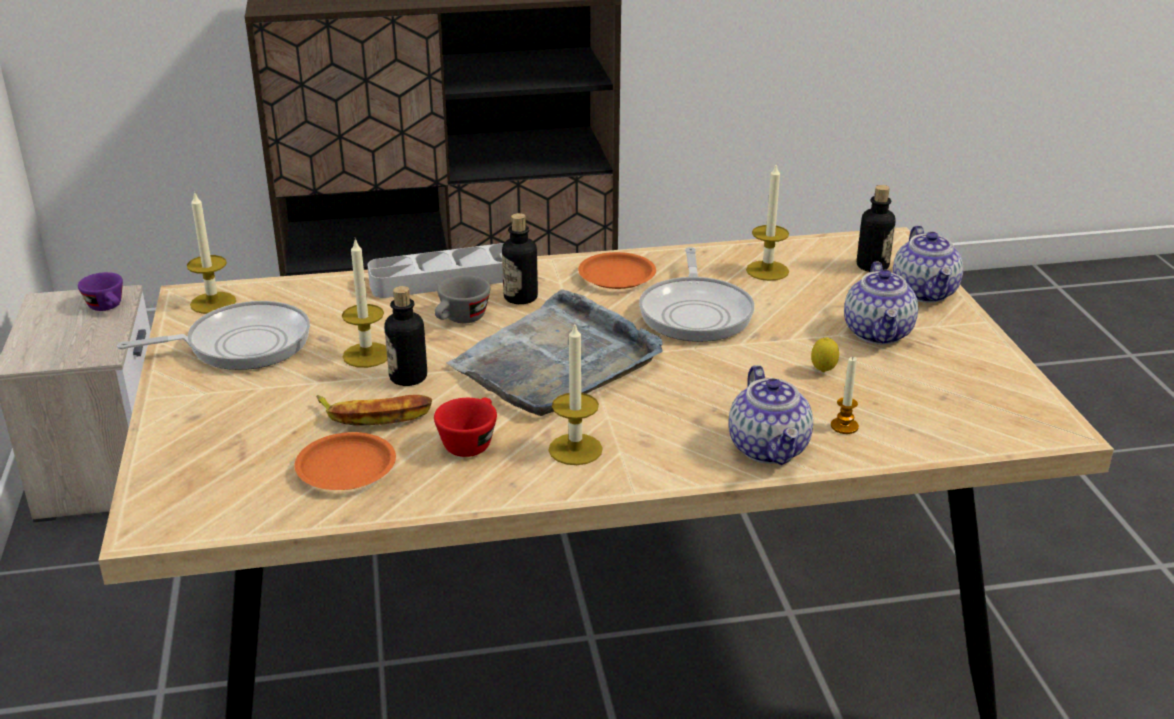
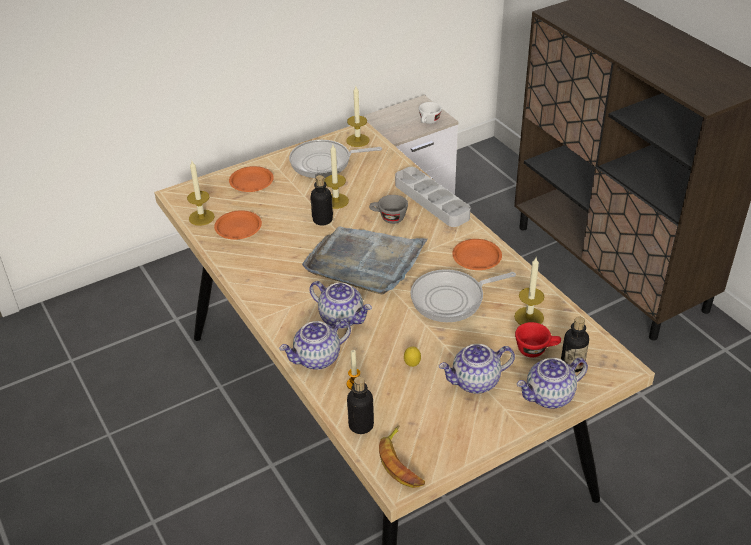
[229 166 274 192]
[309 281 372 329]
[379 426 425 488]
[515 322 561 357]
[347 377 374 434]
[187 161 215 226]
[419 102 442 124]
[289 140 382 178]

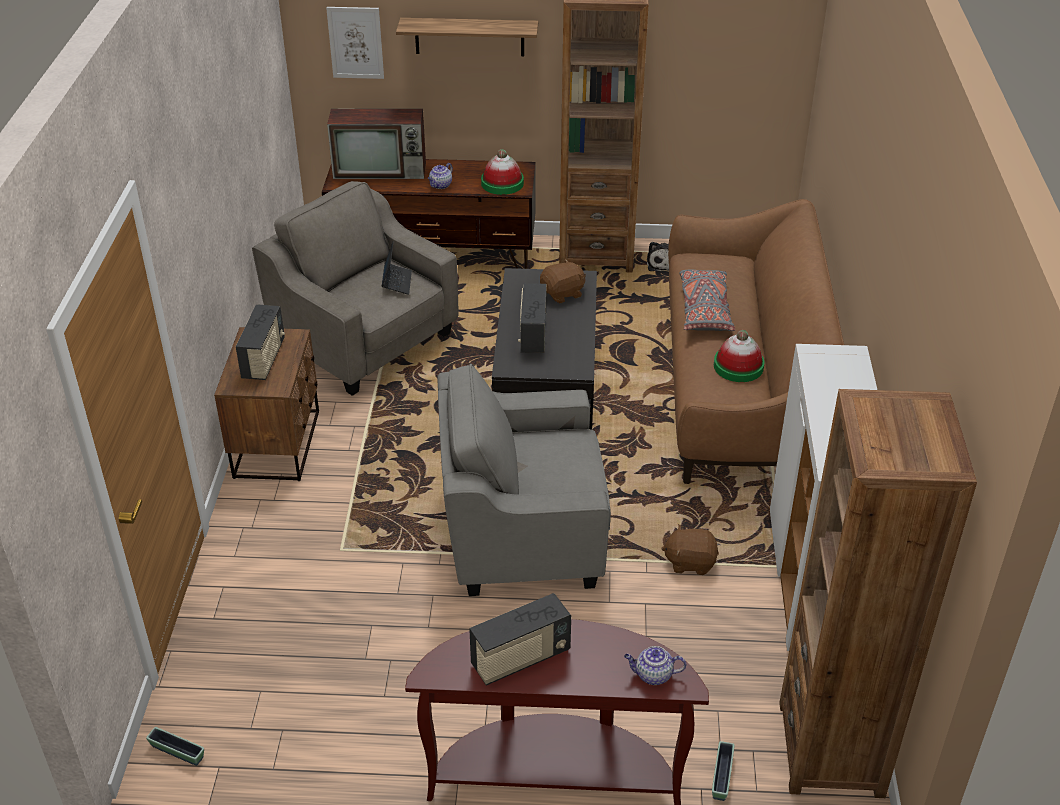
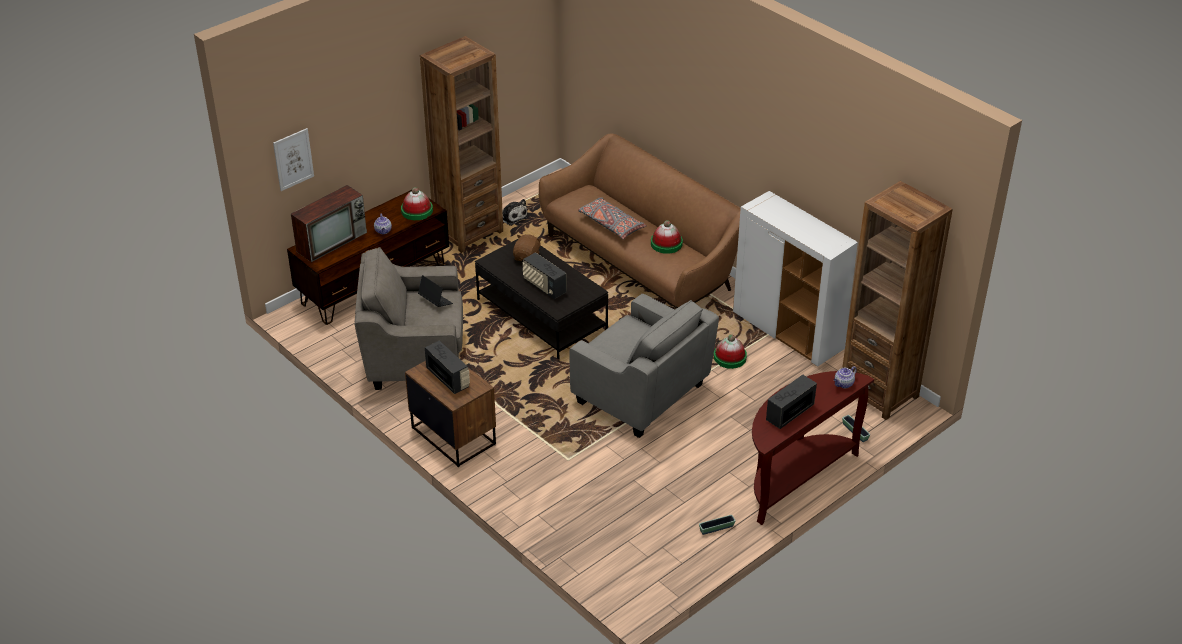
[396 18 538 56] (first image)
[699 515 736 535]
[714 334 747 369]
[569 294 719 438]
[766 375 817 429]

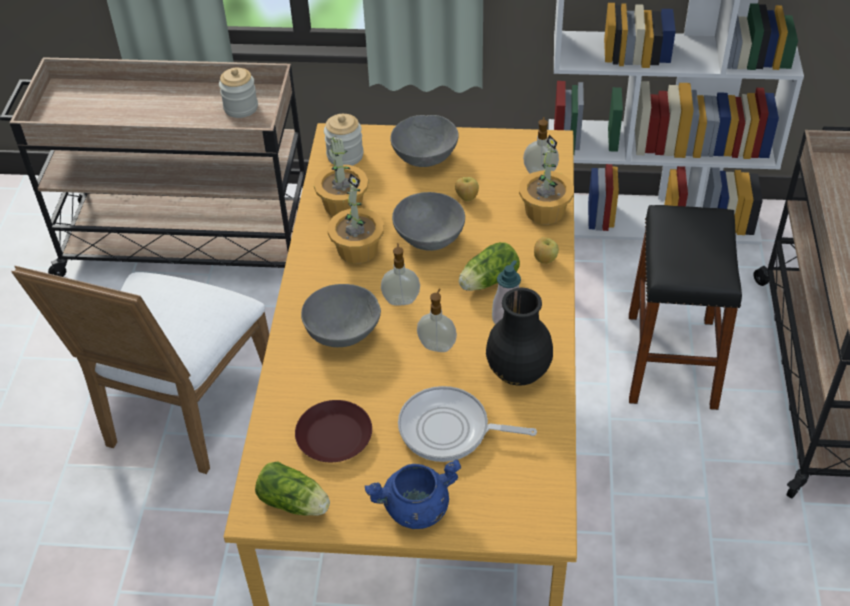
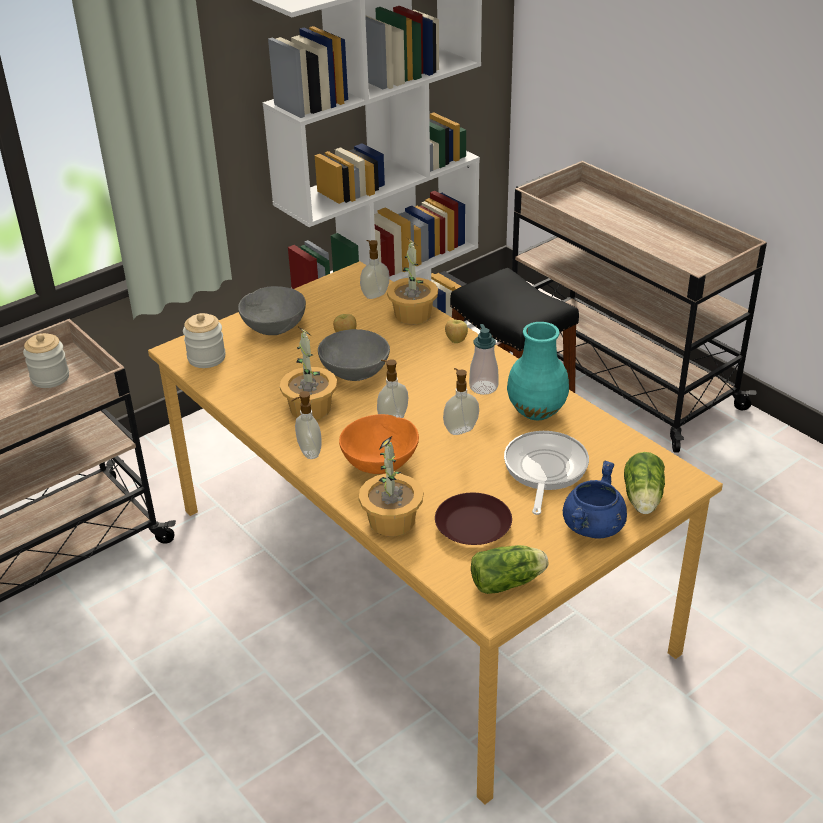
[11 266 269 474] (first image)
[291 391 322 459]
[359 436 423 536]
[624 452 665 514]
[339 414 419 474]
[507 322 569 420]
[504 431 589 515]

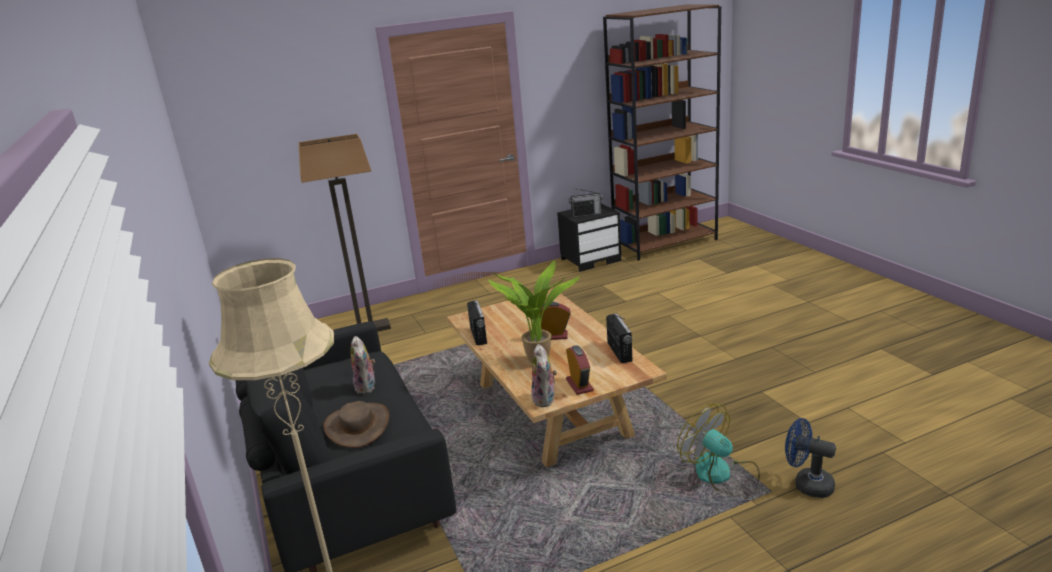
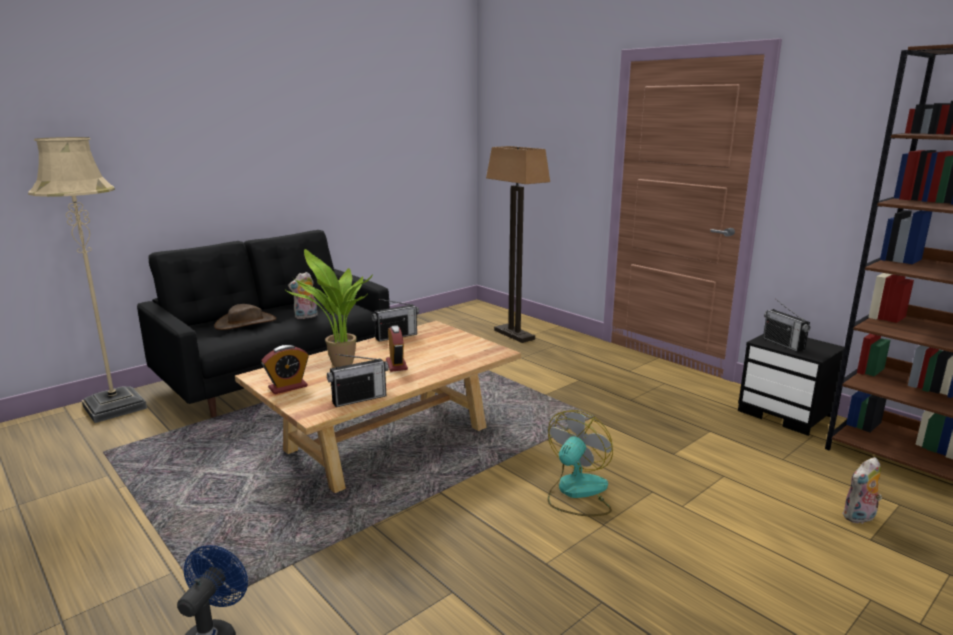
[842 457 882 524]
[548 410 613 516]

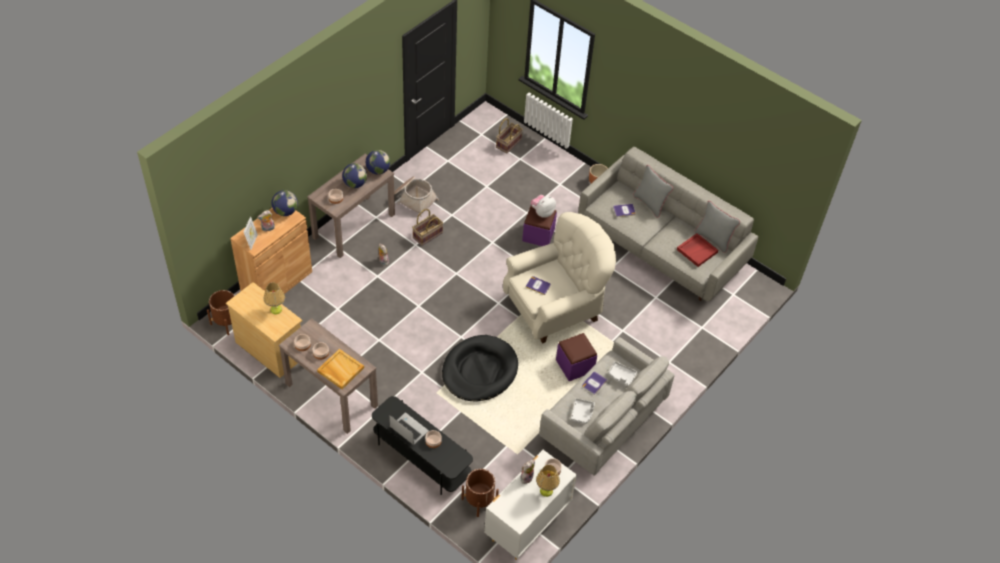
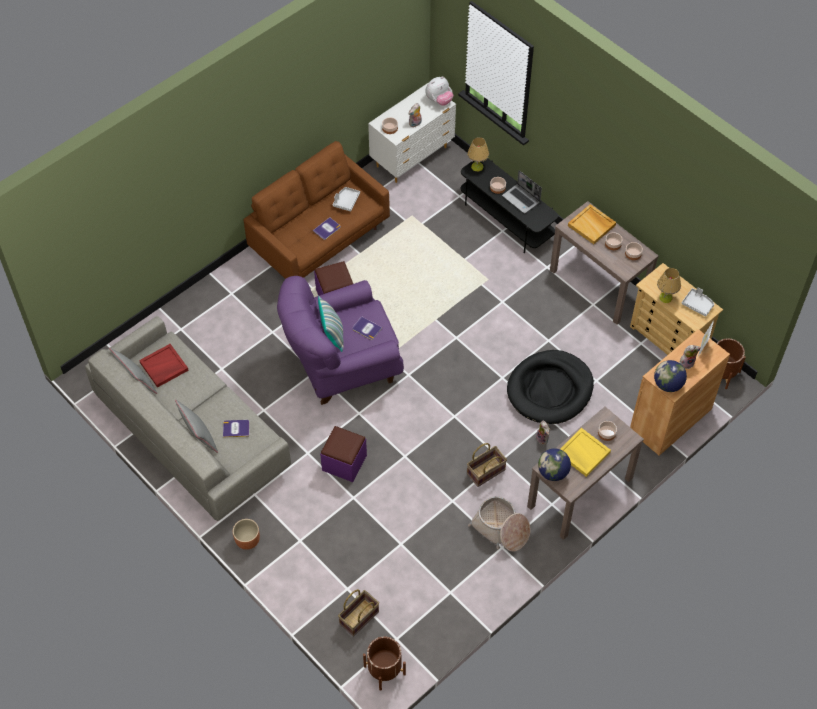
[318 296 344 352]
[507 350 594 424]
[363 637 406 691]
[425 76 453 106]
[468 137 489 172]
[681 287 714 317]
[560 428 611 477]
[277 276 404 405]
[243 141 390 279]

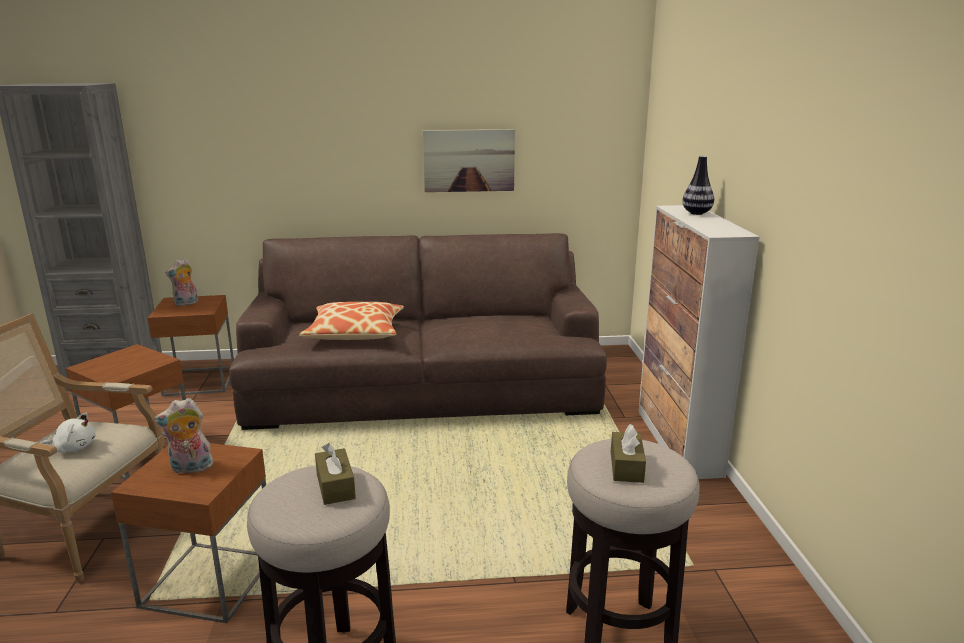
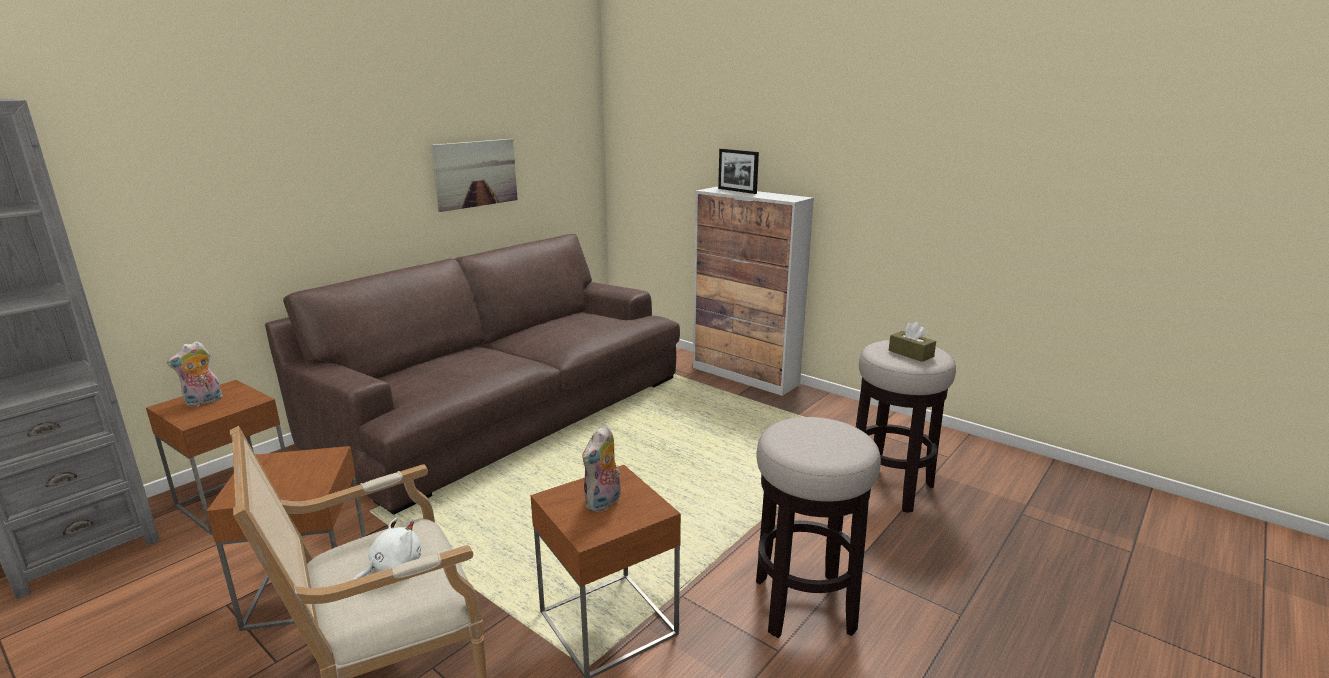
[299 302 404 340] (first image)
[315 443 356 505] (first image)
[718 149 759 194]
[167 341 222 407]

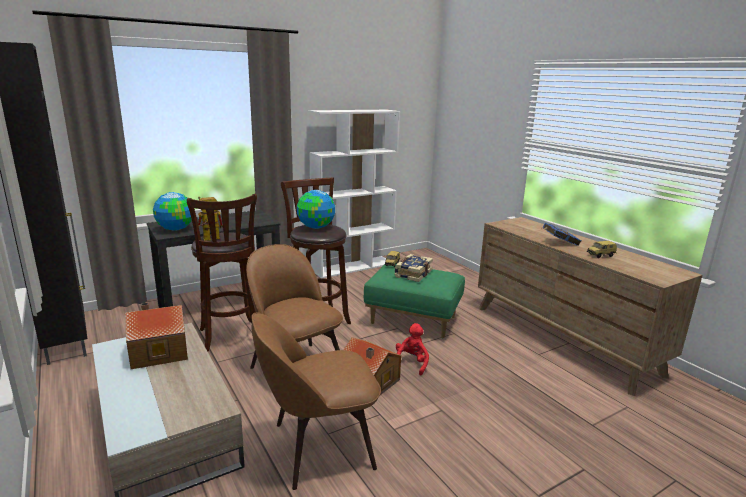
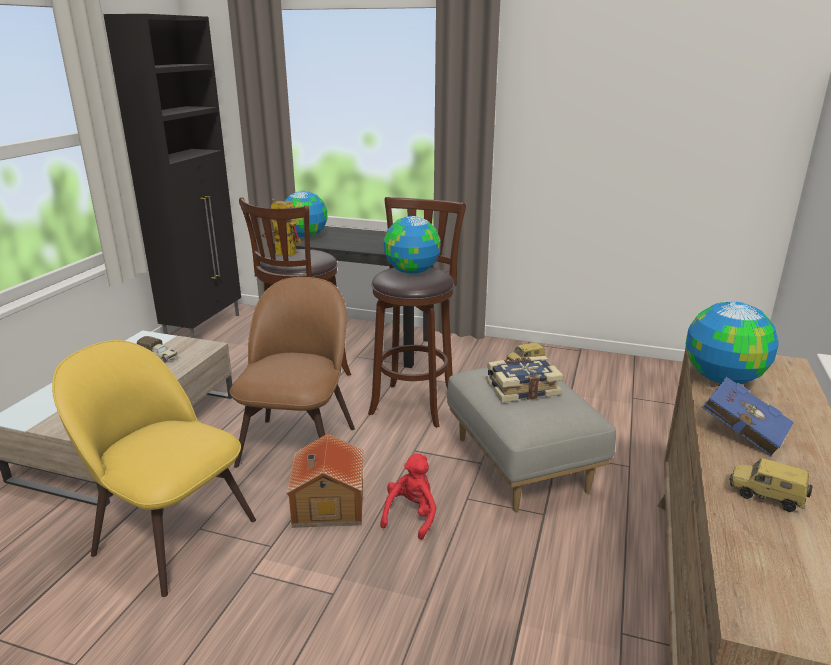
[309 110 400 279] (first image)
[686 302 779 384]
[137 336 178 362]
[52 340 256 597]
[447 367 616 512]
[380 453 436 540]

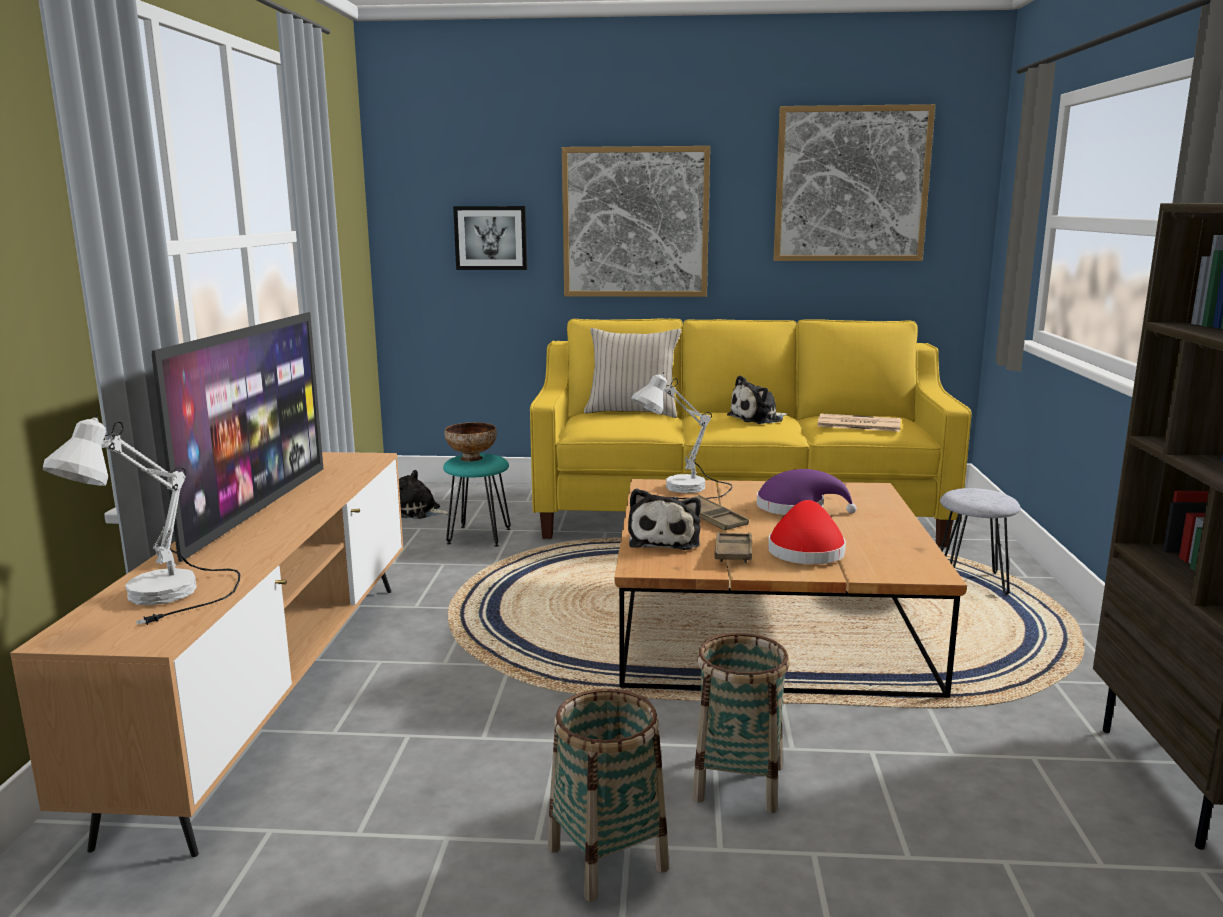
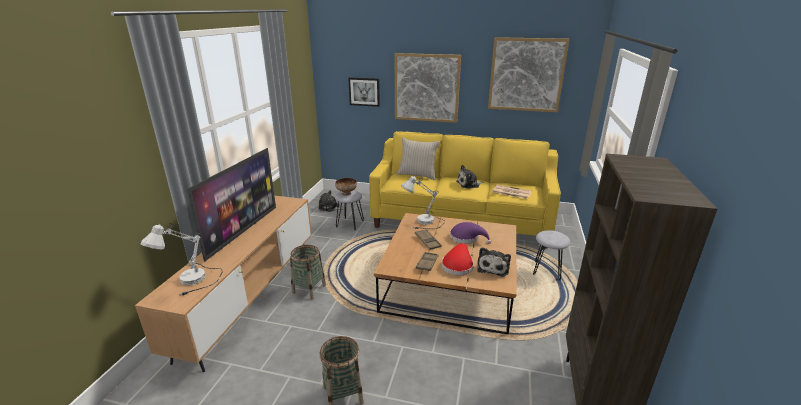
[477 247 511 277]
[290 245 326 299]
[335 190 364 230]

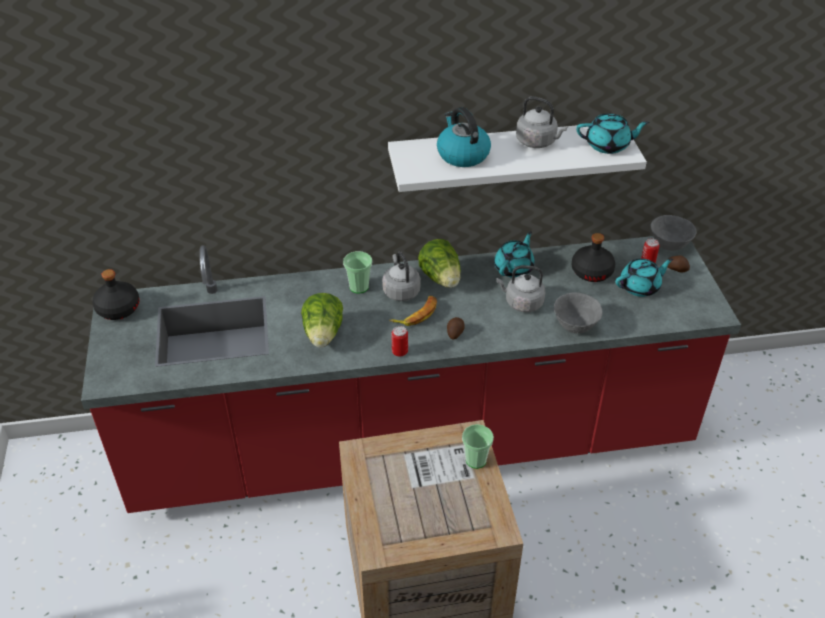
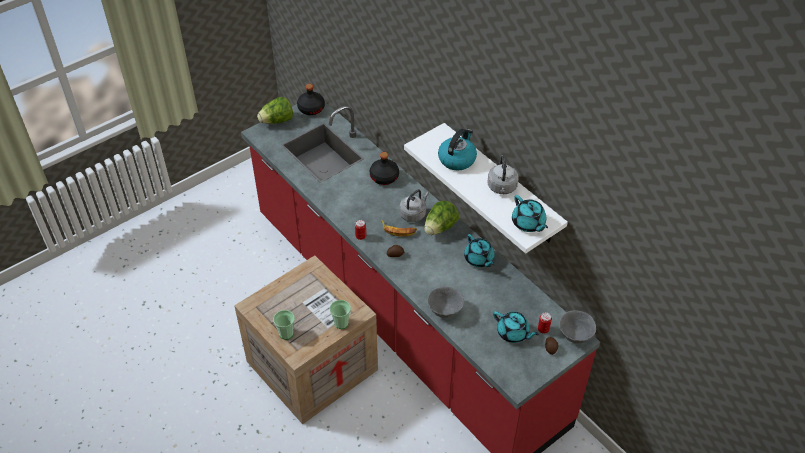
[497 265 545 312] (first image)
[257 97 293 124]
[273 310 295 340]
[370 152 399 185]
[464 234 495 267]

